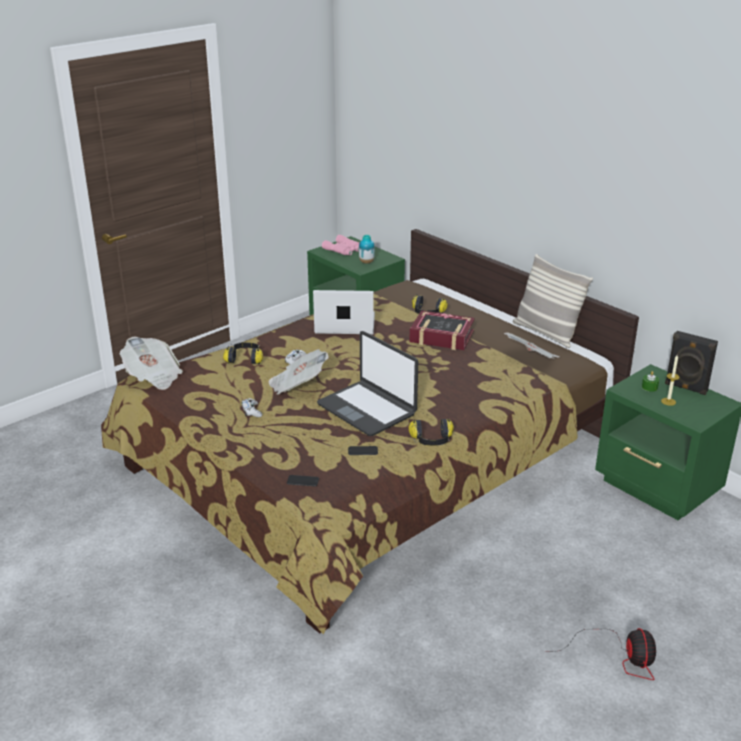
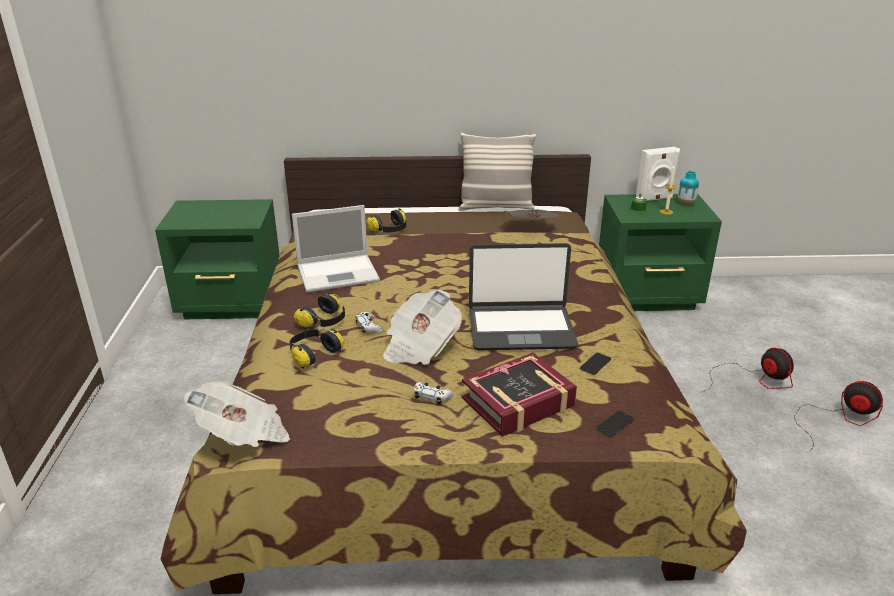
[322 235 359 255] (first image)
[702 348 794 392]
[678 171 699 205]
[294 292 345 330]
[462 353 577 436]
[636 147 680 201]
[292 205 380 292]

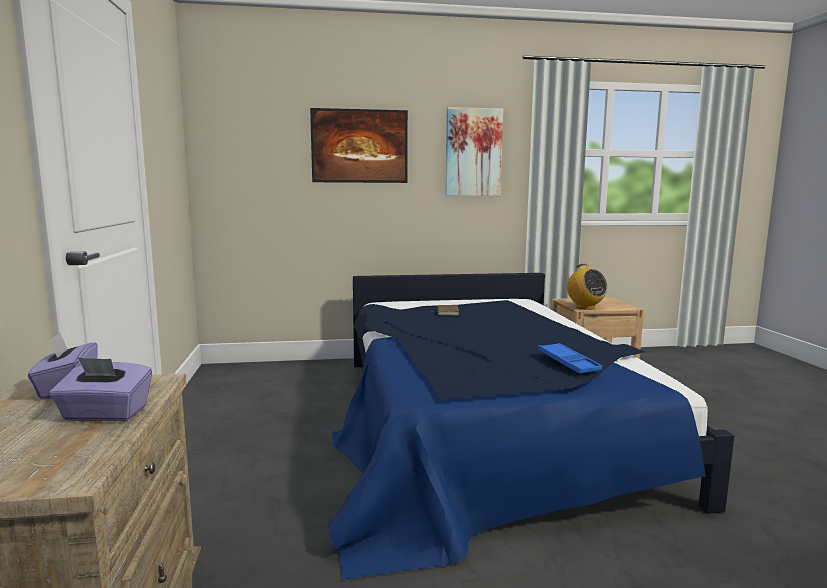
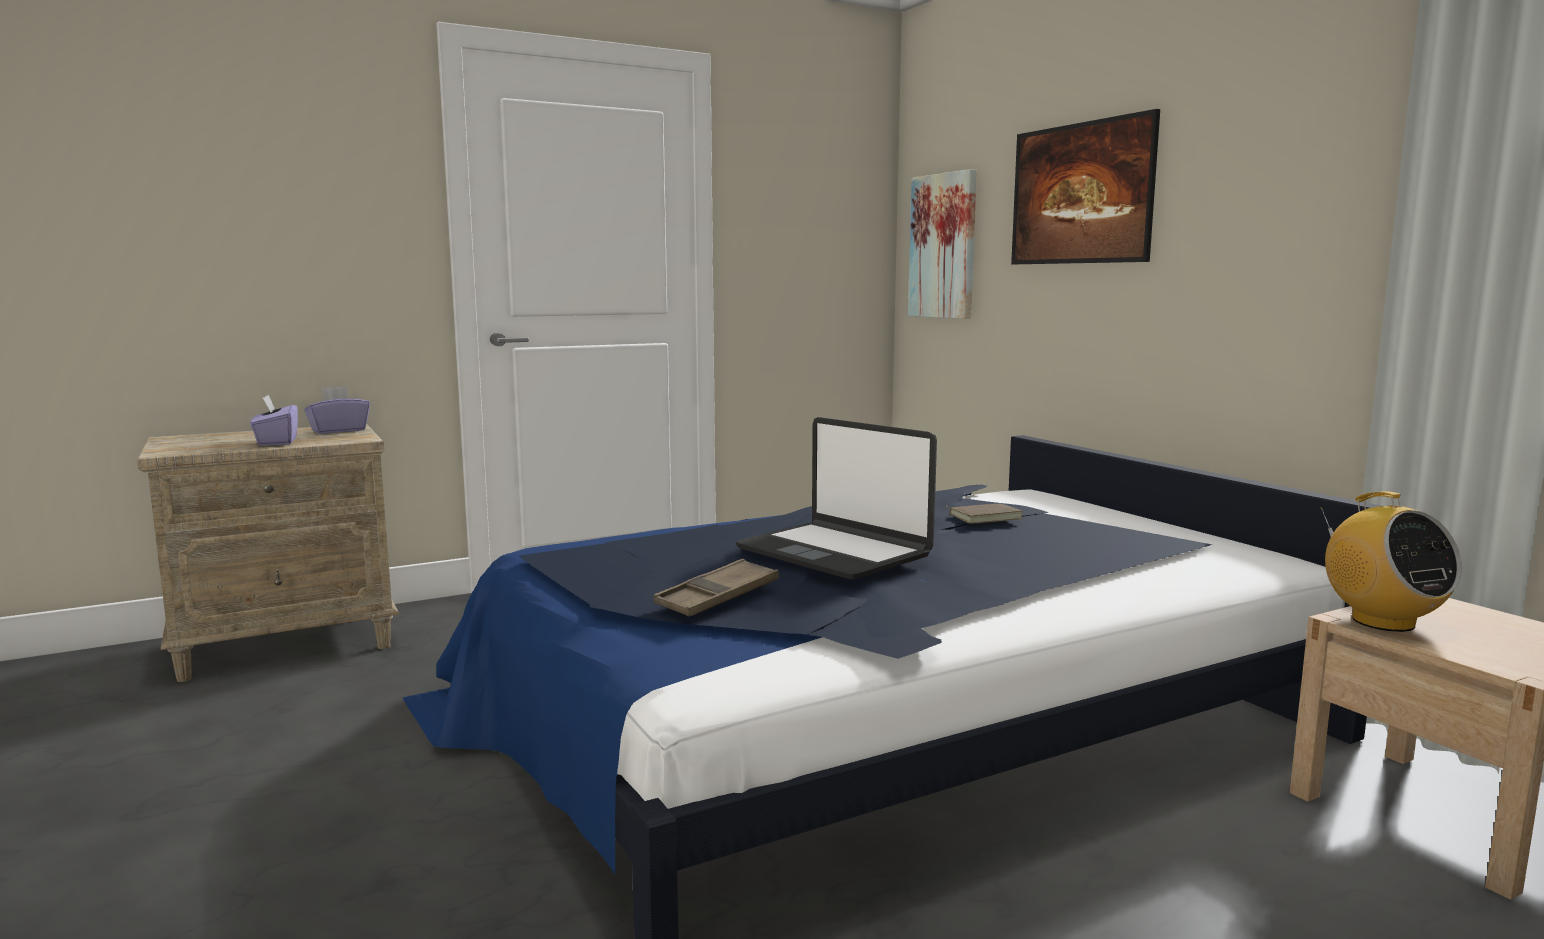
[736 417 937 580]
[908 169 977 319]
[653 559 779 617]
[1320 491 1462 632]

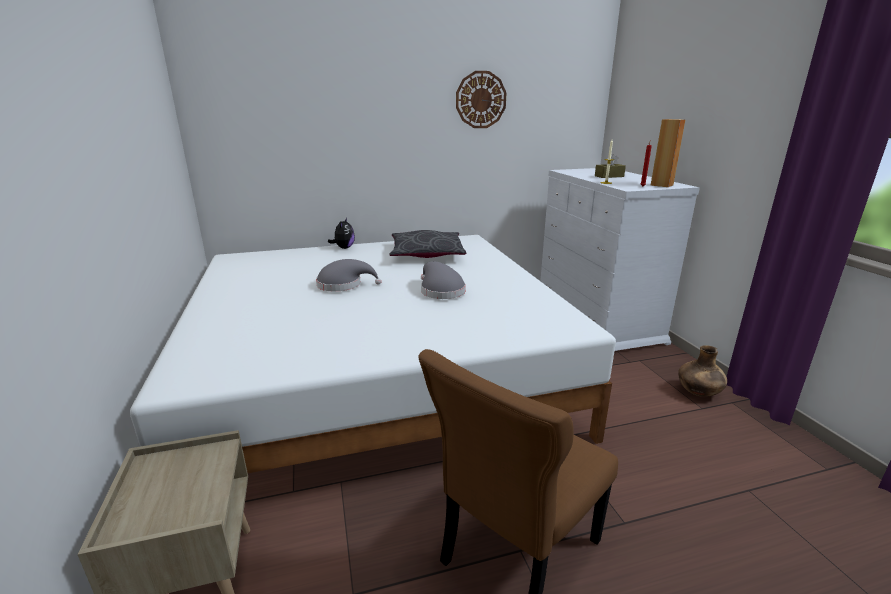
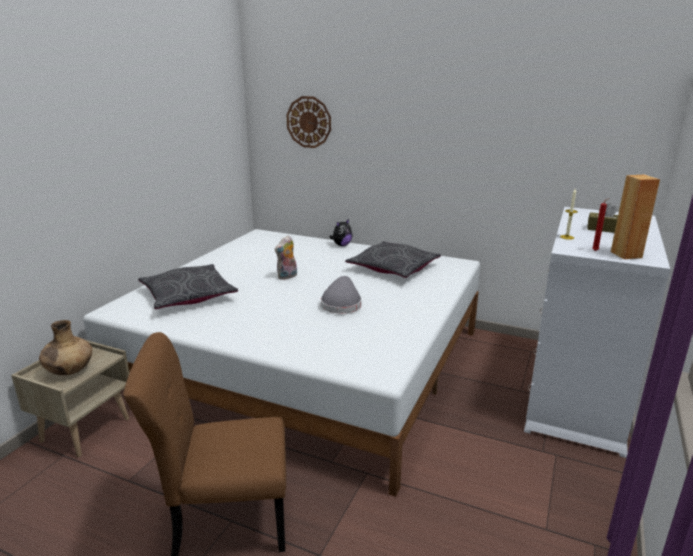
[138 264 238 309]
[286 96 331 148]
[39 320 92 375]
[275 235 297 280]

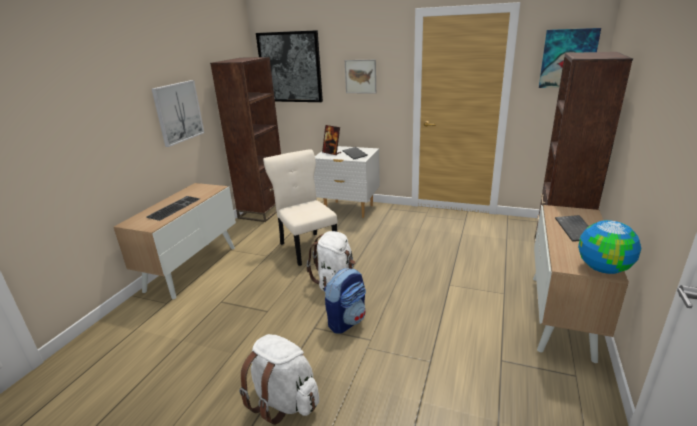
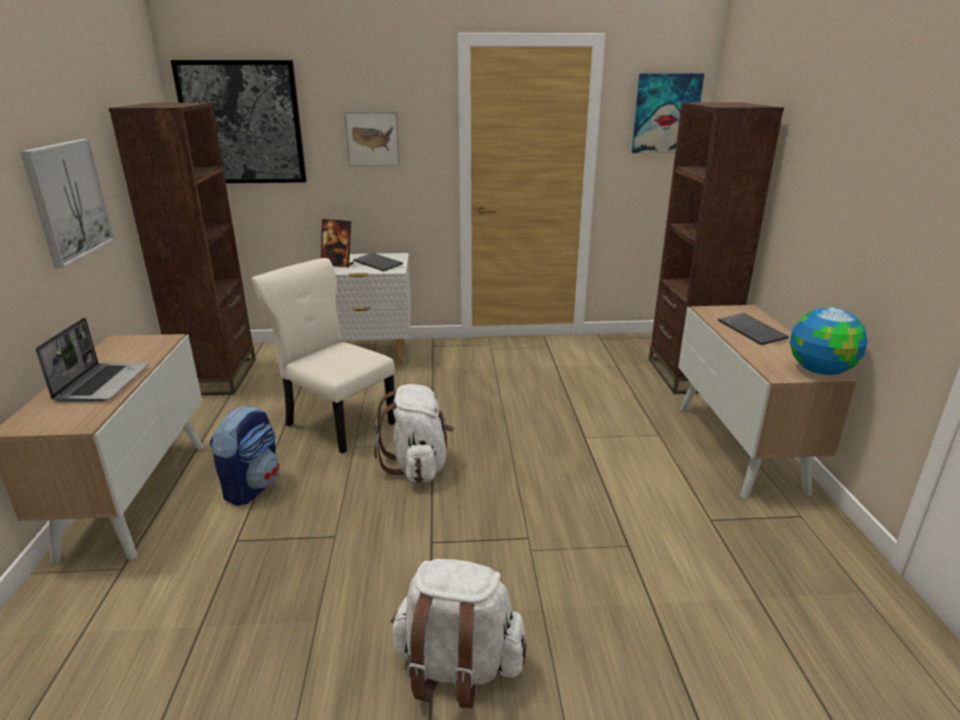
[210 406 279 506]
[36 318 149 402]

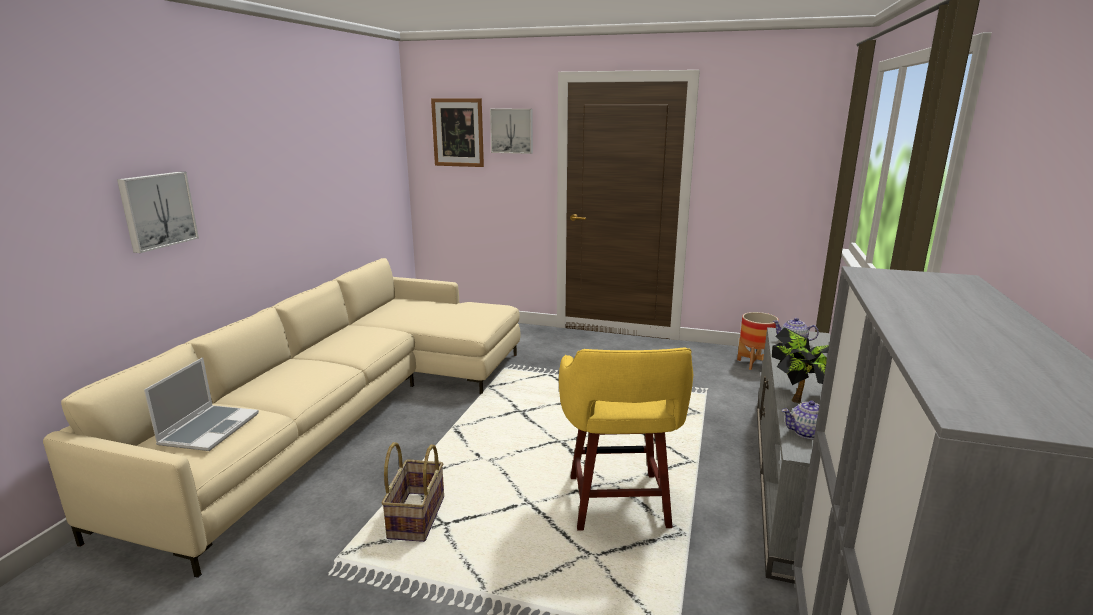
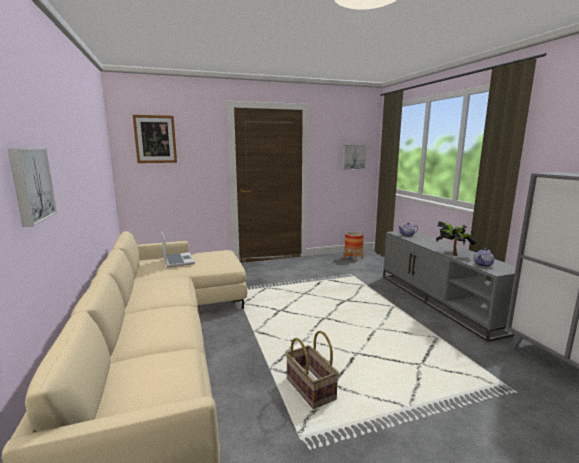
[559 347 693 531] (first image)
[161 231 195 268]
[342 145 367 170]

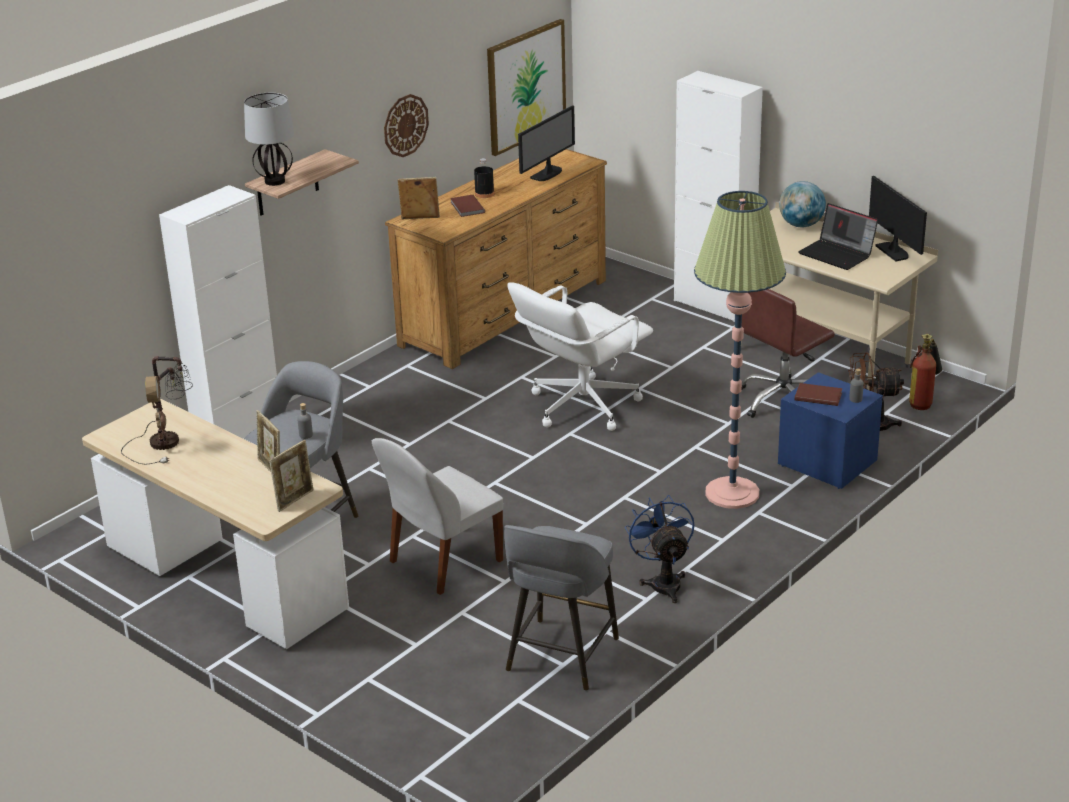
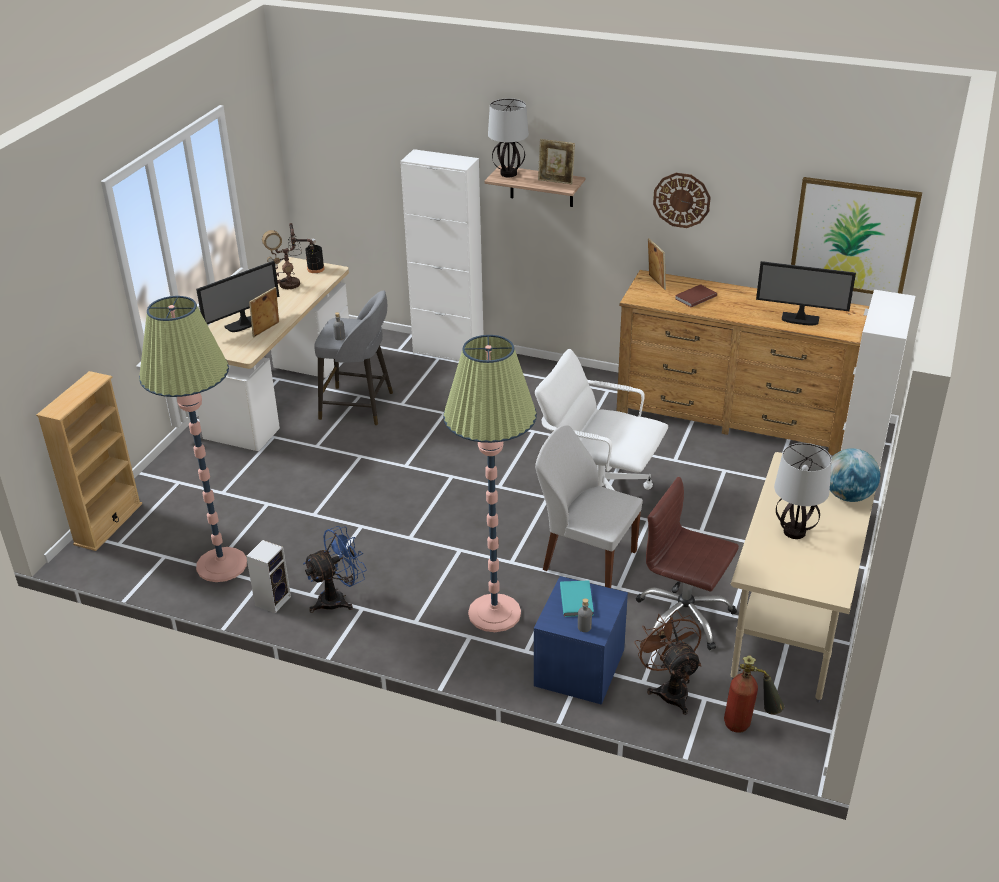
[36 371 142 551]
[246 540 291 613]
[538 139 575 185]
[535 425 643 588]
[305 239 324 273]
[196 261 279 332]
[139 296 247 582]
[774 443 832 539]
[560 580 594 617]

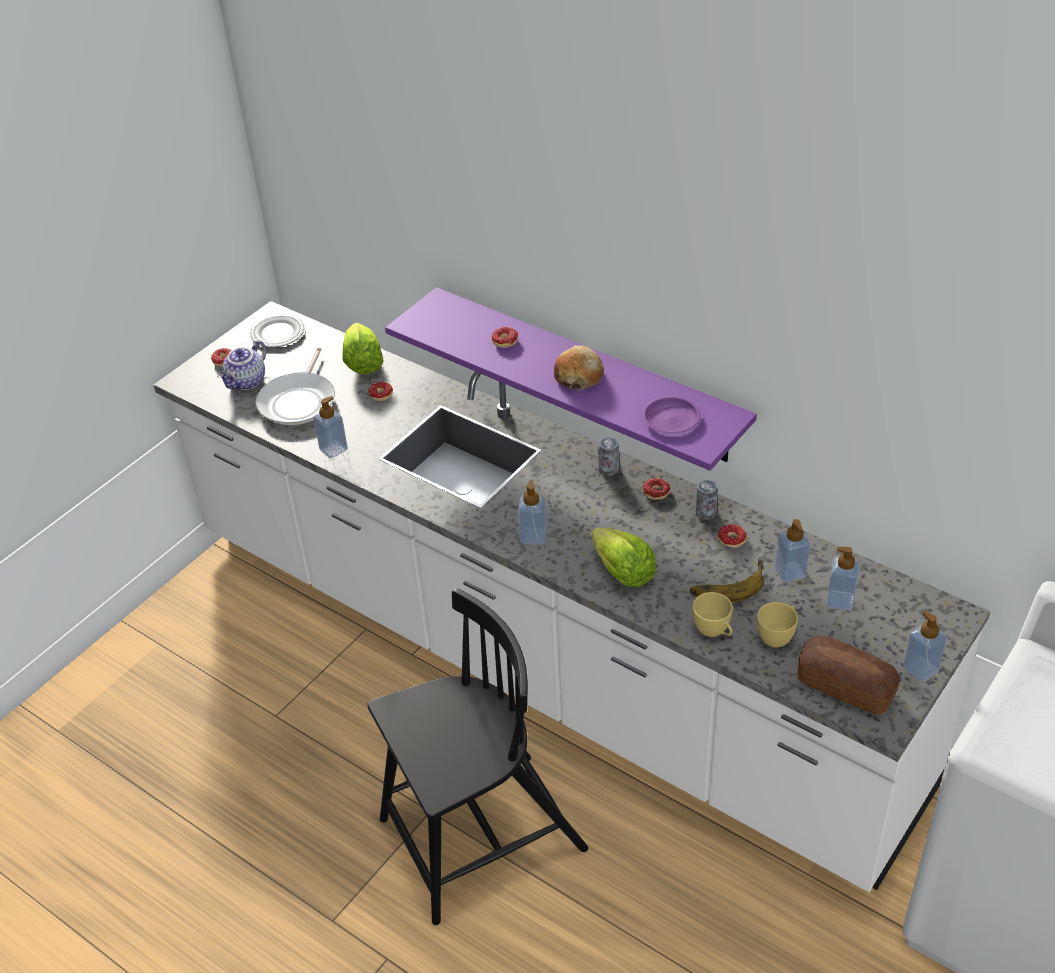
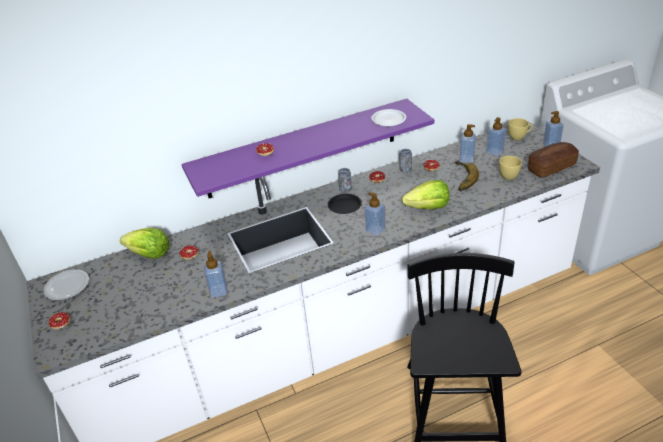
[217 340 266 390] (first image)
[256 347 335 425] (first image)
[554 345 604 390] (first image)
[328 194 362 214]
[508 118 533 140]
[372 109 406 127]

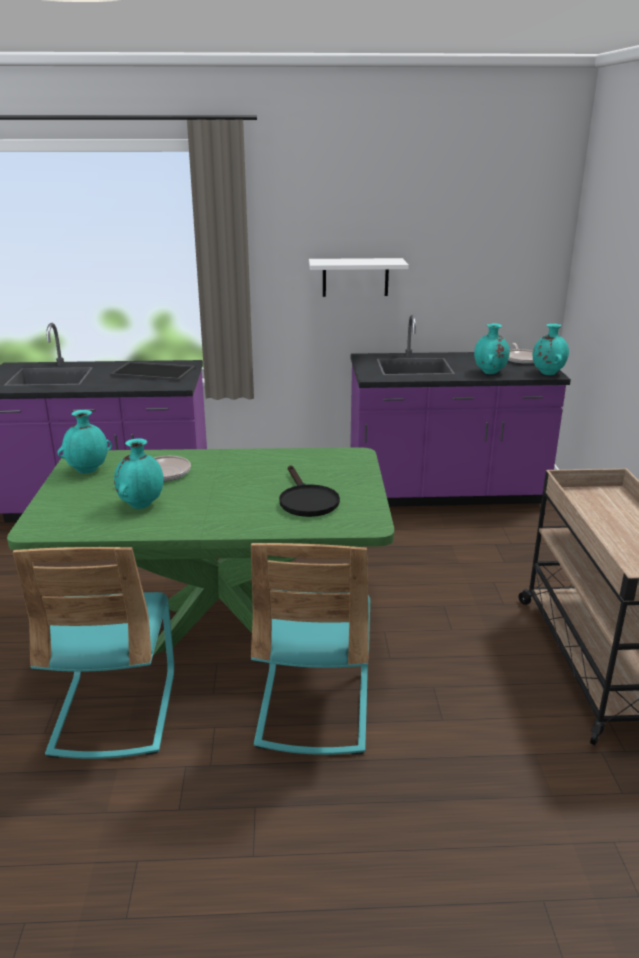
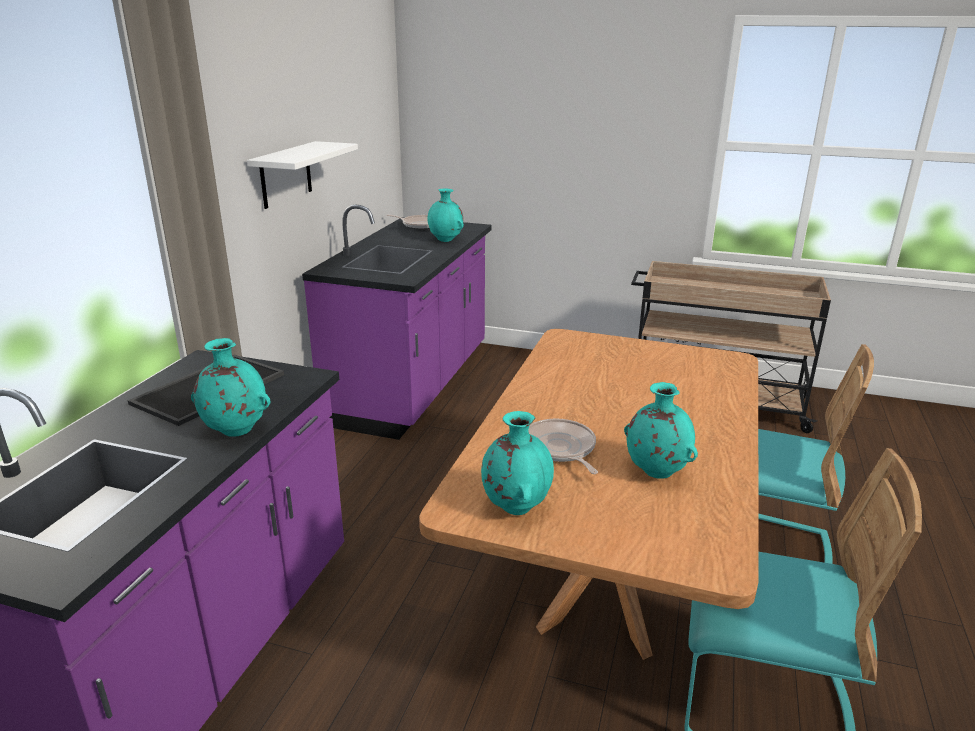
[279 465 340 517] (first image)
[191 338 271 437]
[419 329 759 660]

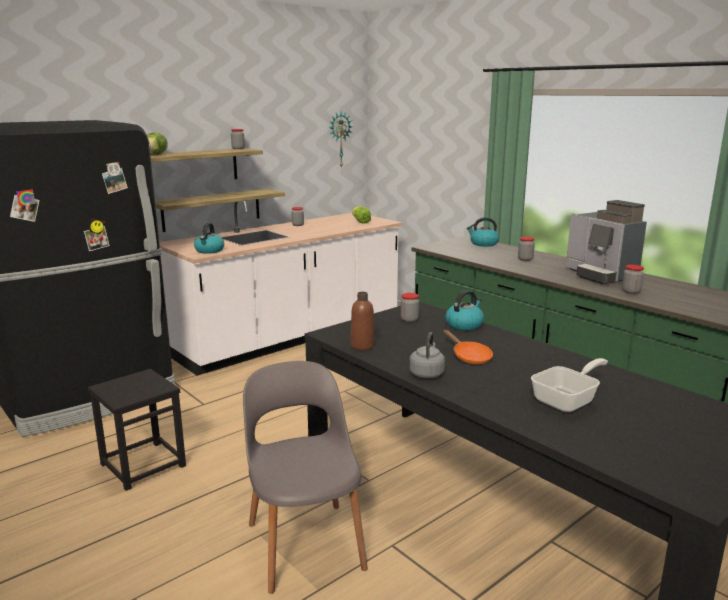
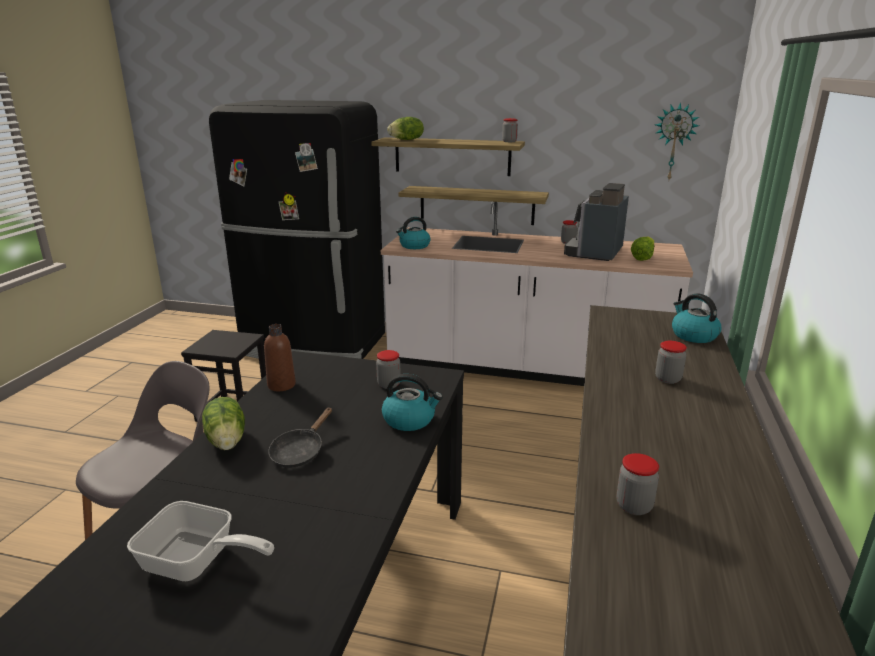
[564 183 629 261]
[202 397 245 450]
[268 407 332 468]

